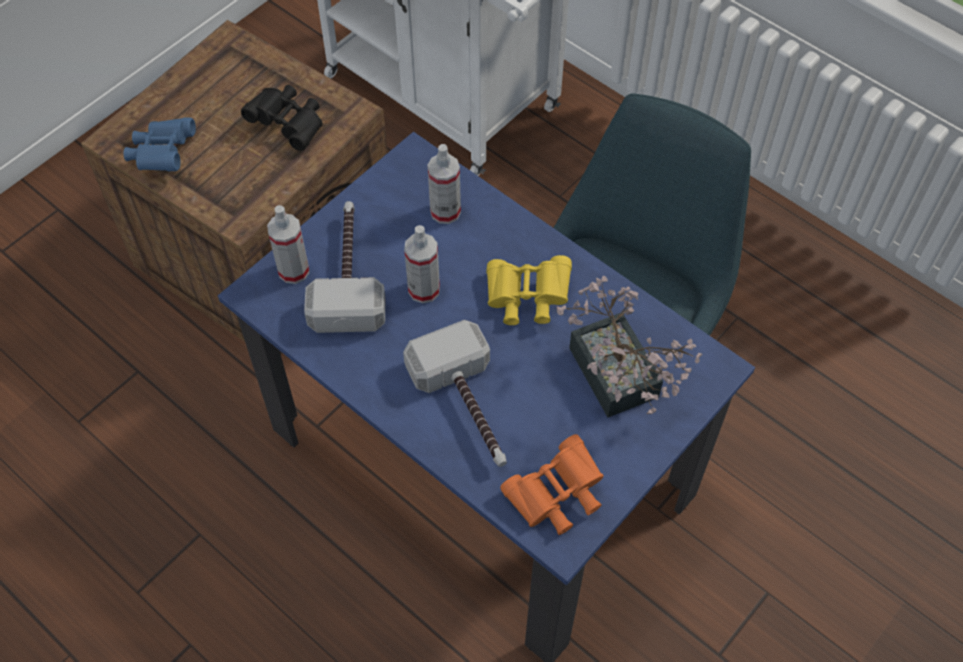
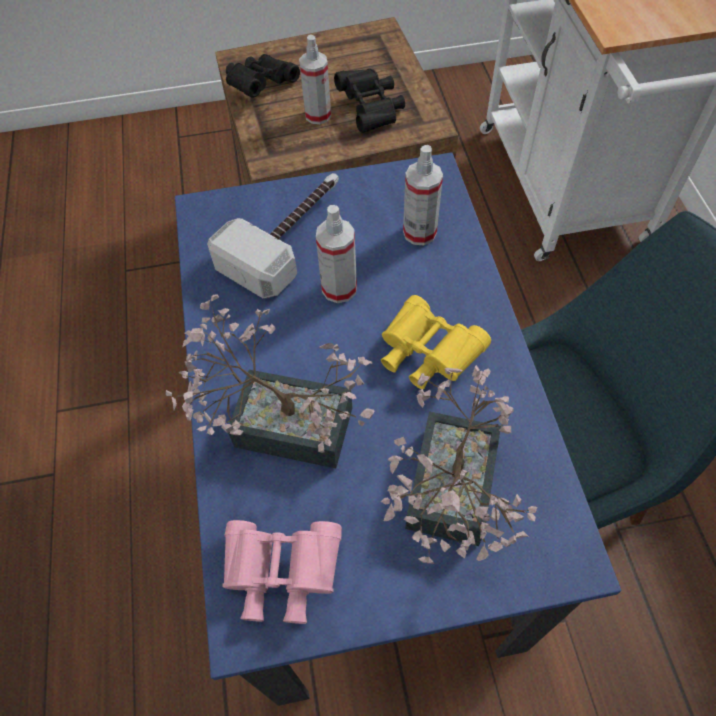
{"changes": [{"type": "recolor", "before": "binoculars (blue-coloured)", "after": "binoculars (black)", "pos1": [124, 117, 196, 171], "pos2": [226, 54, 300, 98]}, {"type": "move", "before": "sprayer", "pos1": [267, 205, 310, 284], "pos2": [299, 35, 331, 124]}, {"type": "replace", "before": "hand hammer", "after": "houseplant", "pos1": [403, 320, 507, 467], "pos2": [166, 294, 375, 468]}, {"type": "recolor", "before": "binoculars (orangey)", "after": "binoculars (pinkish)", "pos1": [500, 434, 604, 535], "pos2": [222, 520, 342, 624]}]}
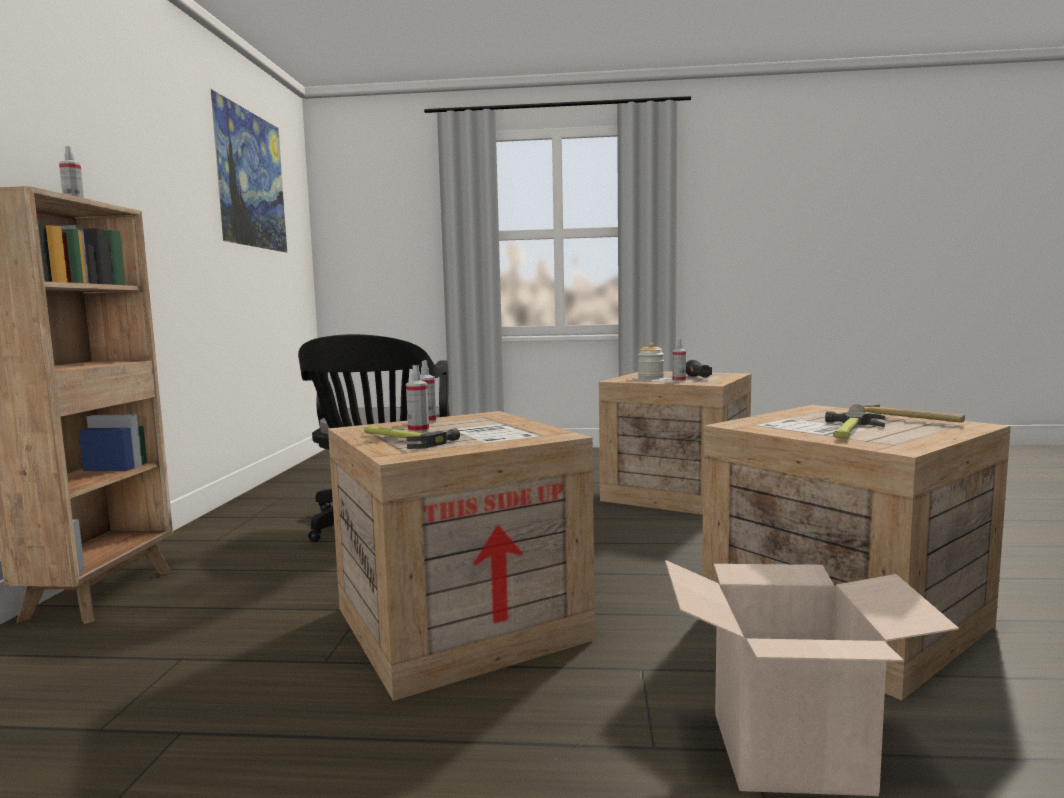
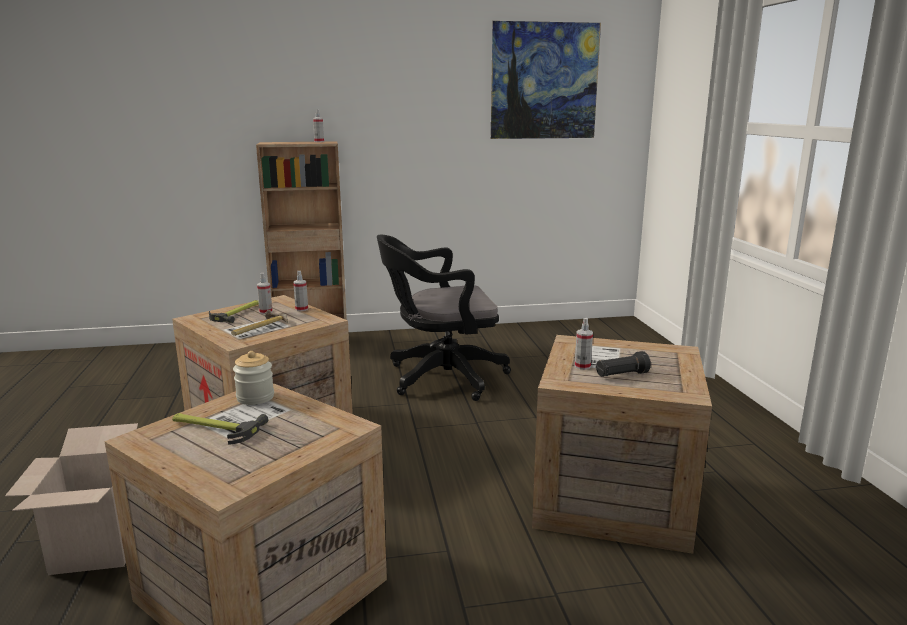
{"changes": [{"type": "move", "before": "preserve jar", "pos1": [638, 343, 664, 379], "pos2": [233, 351, 274, 405]}, {"type": "move", "before": "hand hammer", "pos1": [848, 404, 965, 423], "pos2": [231, 310, 288, 336]}]}
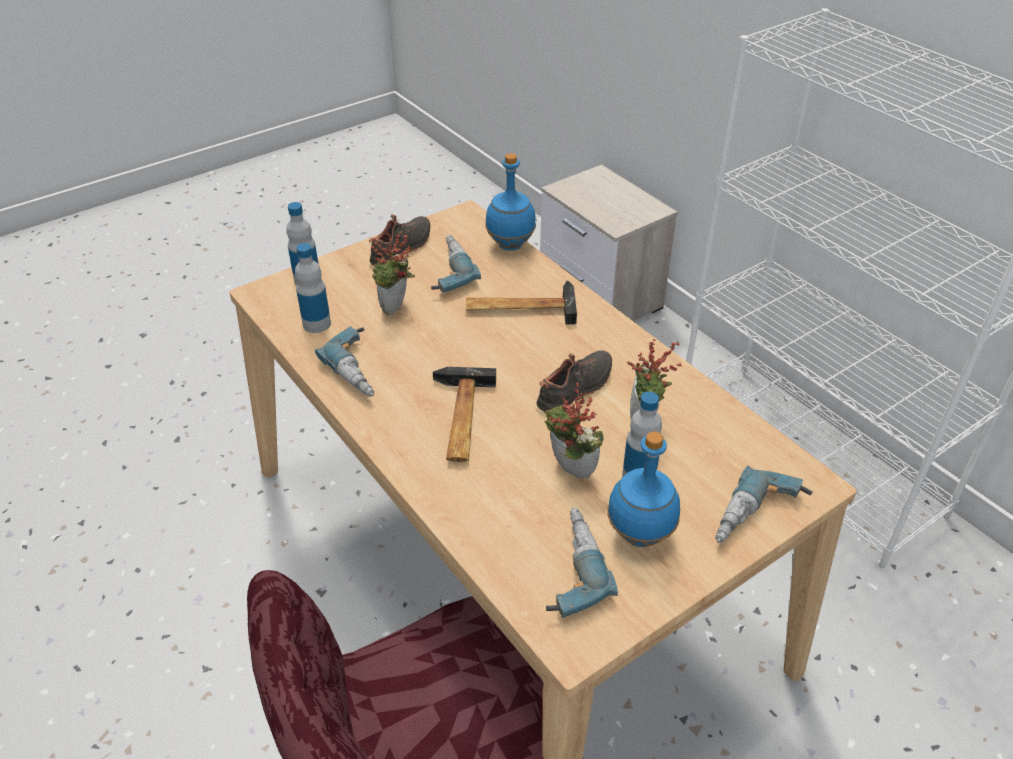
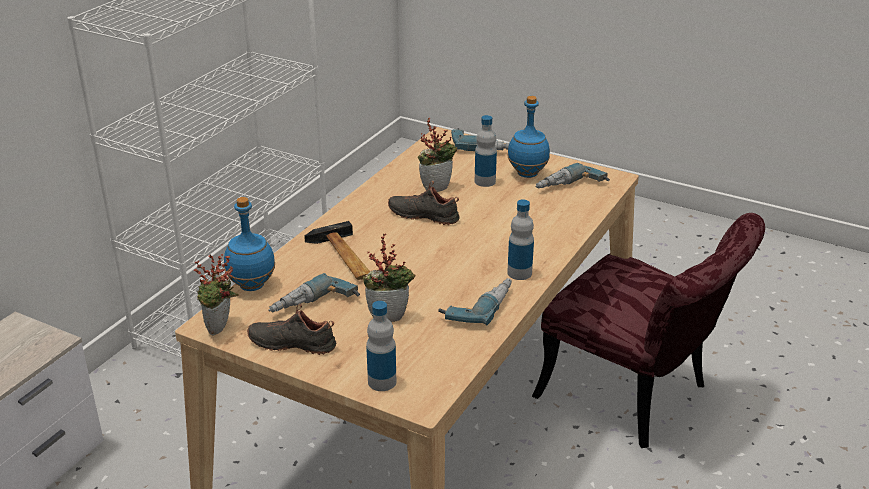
{"changes": [{"type": "move", "before": "drink bottle", "pos1": [295, 243, 331, 333], "pos2": [507, 199, 534, 280]}, {"type": "delete", "before": "hand hammer", "pos1": [433, 367, 496, 462]}, {"type": "move", "before": "houseplant", "pos1": [545, 382, 604, 478], "pos2": [194, 254, 239, 335]}]}
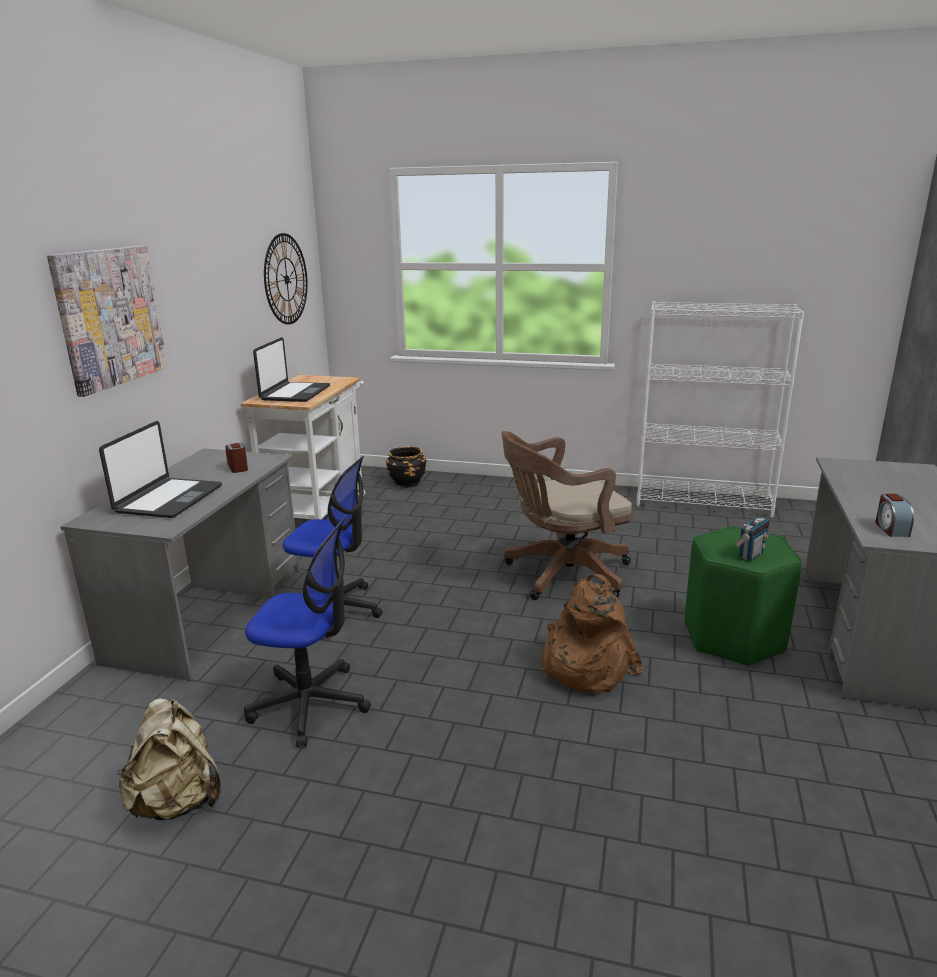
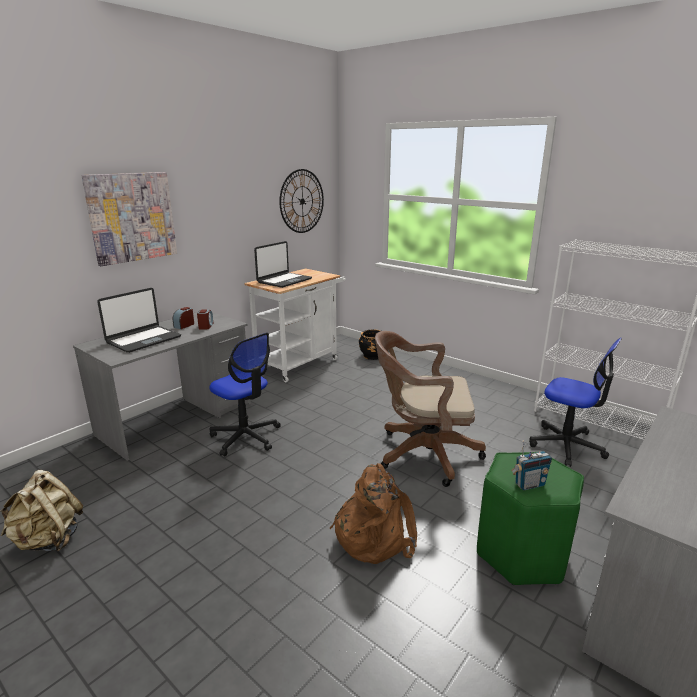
{"changes": [{"type": "move", "before": "alarm clock", "pos1": [875, 494, 914, 537], "pos2": [173, 307, 194, 329]}, {"type": "move", "before": "computer chair", "pos1": [244, 519, 371, 747], "pos2": [529, 338, 622, 467]}]}
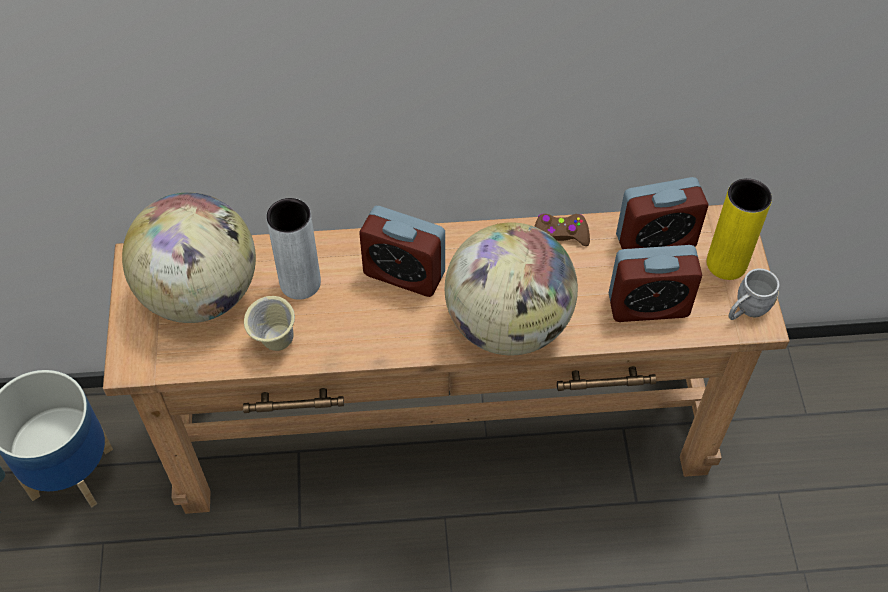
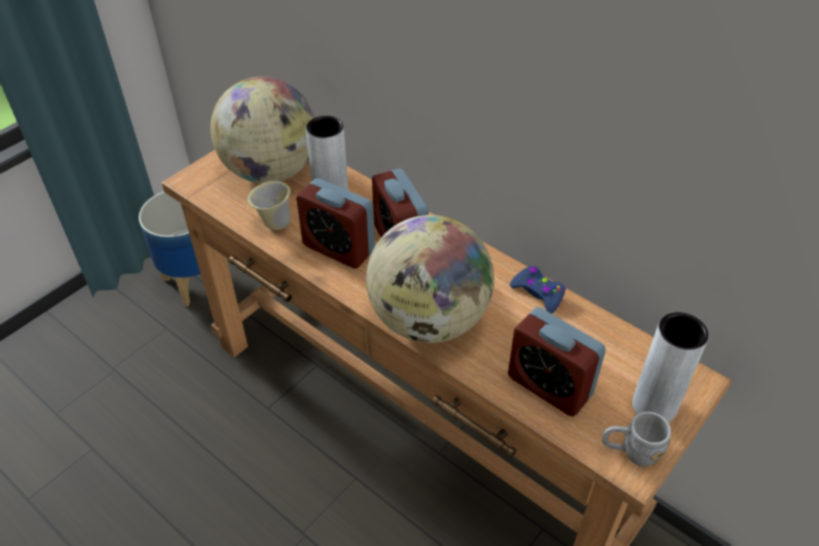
{"changes": [{"type": "move", "before": "alarm clock", "pos1": [616, 177, 708, 249], "pos2": [296, 178, 375, 269]}, {"type": "recolor", "before": "decorative vase (yellow)", "after": "decorative vase (greyish)", "pos1": [707, 178, 772, 280], "pos2": [632, 312, 709, 422]}, {"type": "recolor", "before": "gamepad (brown)", "after": "gamepad (blue-coloured)", "pos1": [534, 213, 590, 246], "pos2": [510, 266, 566, 314]}]}
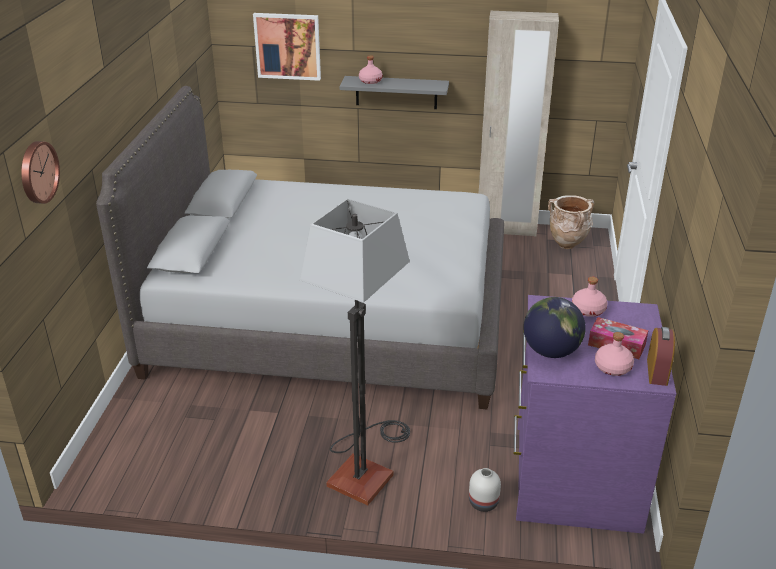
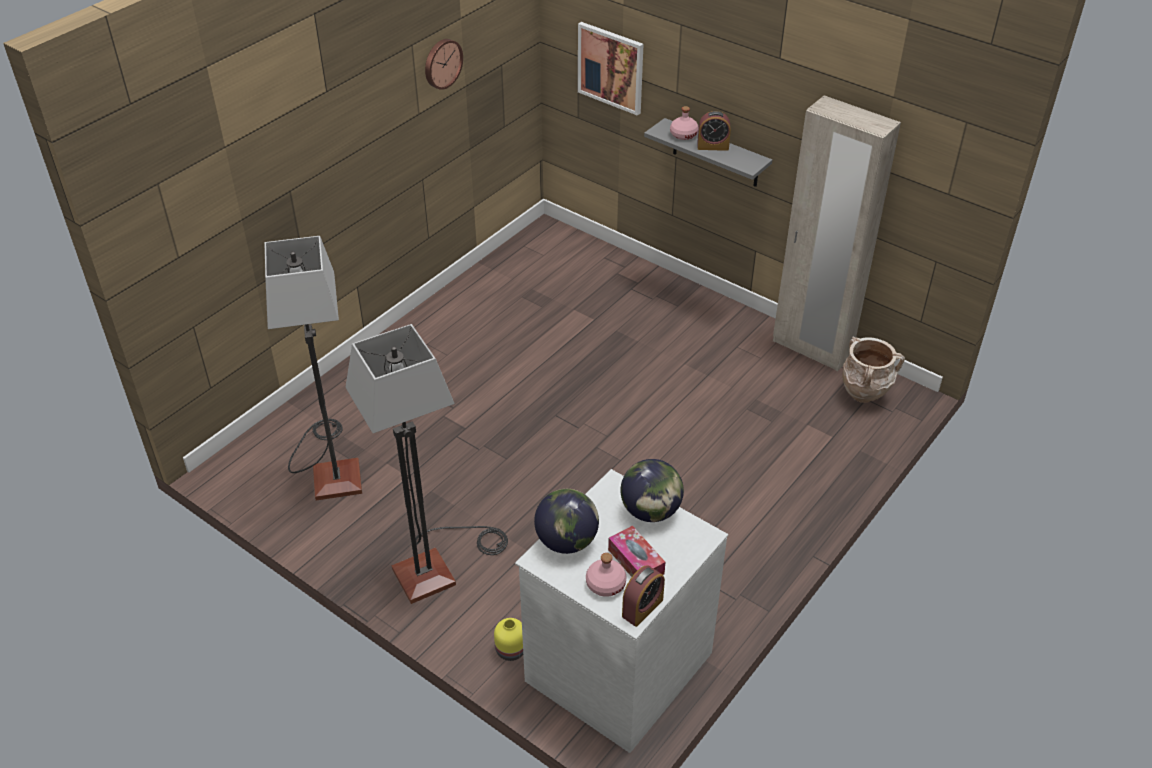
{"changes": [{"type": "delete", "before": "bed (greyish)", "pos1": [96, 86, 504, 409]}, {"type": "move", "before": "hanging clock", "pos1": [21, 141, 60, 204], "pos2": [425, 39, 463, 90]}, {"type": "replace", "before": "drink bottle (pinkish)", "after": "desk globe", "pos1": [572, 277, 608, 317], "pos2": [621, 459, 684, 522]}, {"type": "recolor", "before": "drawer chest (purplish)", "after": "drawer chest (white-coloured)", "pos1": [513, 295, 677, 534], "pos2": [515, 469, 728, 753]}, {"type": "recolor", "before": "decorative vase (white-coloured)", "after": "decorative vase (yellow)", "pos1": [469, 468, 501, 512], "pos2": [494, 618, 523, 661]}, {"type": "insert", "after": "alarm clock", "pos2": [697, 111, 731, 151]}, {"type": "insert", "after": "standard lamp", "pos2": [264, 236, 362, 501]}]}
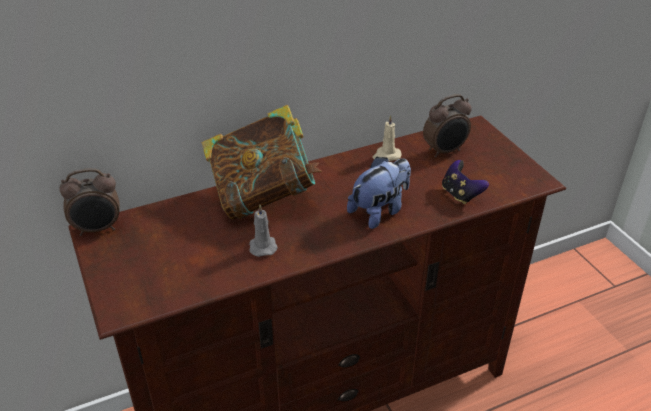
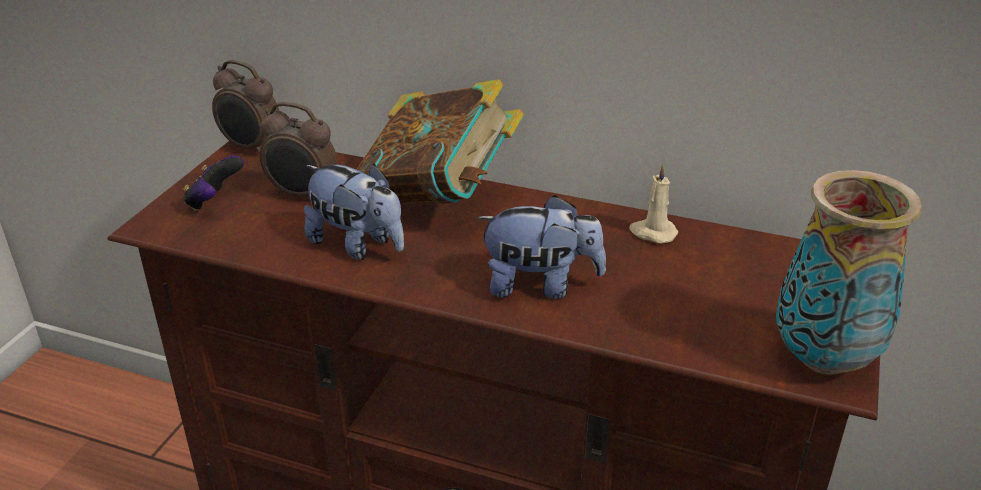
{"changes": [{"type": "move", "before": "alarm clock", "pos1": [423, 94, 472, 158], "pos2": [260, 102, 337, 197]}, {"type": "move", "before": "gamepad", "pos1": [442, 160, 489, 204], "pos2": [183, 155, 244, 211]}, {"type": "replace", "before": "wax candle (greyish)", "after": "soft toy", "pos1": [249, 204, 278, 257], "pos2": [304, 164, 404, 260]}, {"type": "insert", "after": "decorative vase", "pos2": [776, 170, 922, 375]}]}
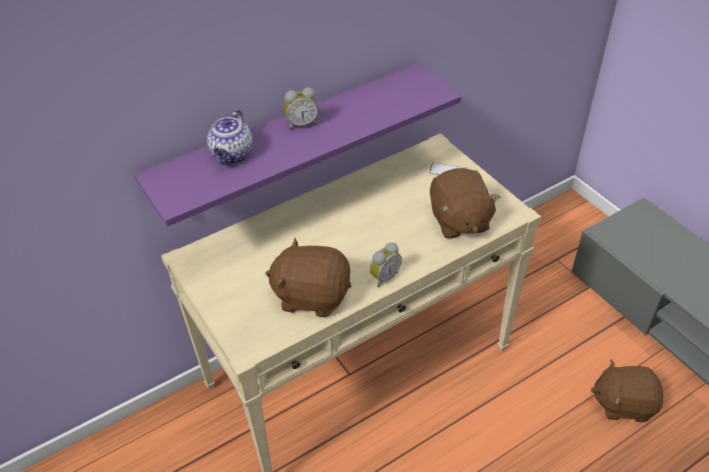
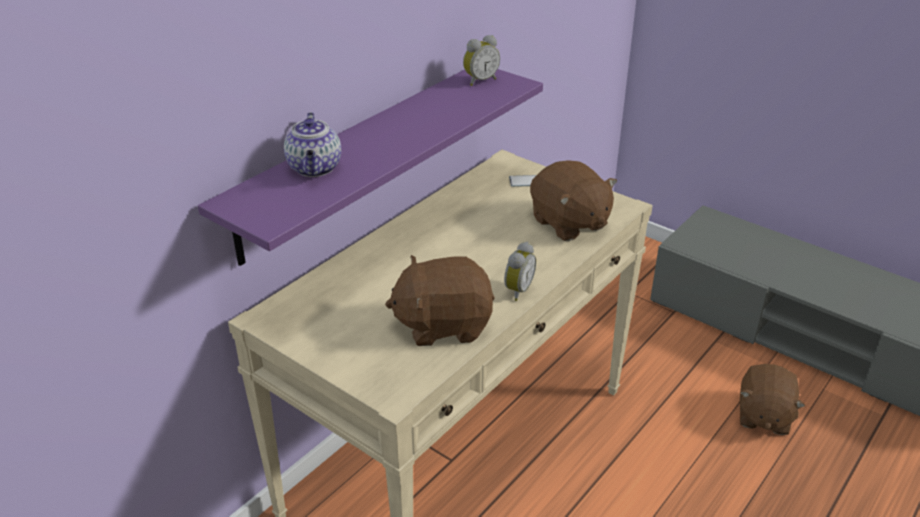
{"changes": [{"type": "move", "before": "alarm clock", "pos1": [284, 87, 319, 130], "pos2": [463, 35, 500, 86]}, {"type": "rotate", "before": "soft toy (brown)", "pos1": [591, 360, 663, 422], "pos2": [740, 364, 805, 435], "turn": -60}]}
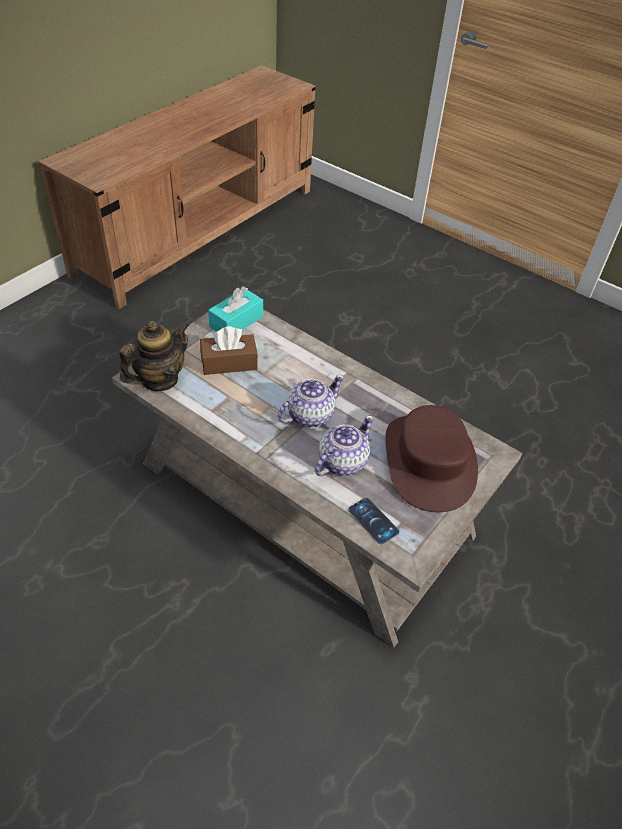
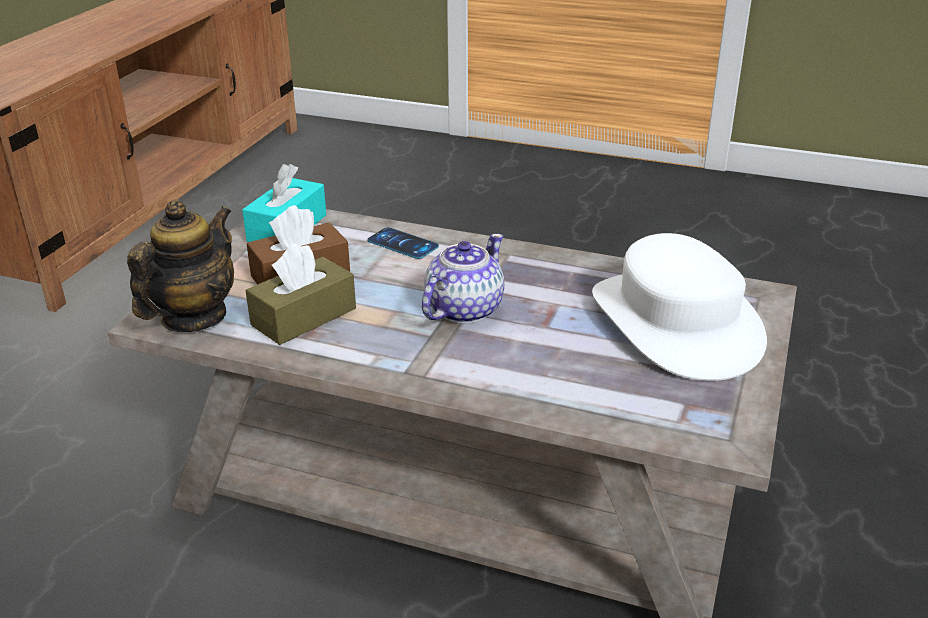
{"changes": [{"type": "recolor", "before": "hat (brown)", "after": "hat (white-coloured)", "pos1": [385, 405, 478, 512], "pos2": [592, 233, 767, 381]}, {"type": "delete", "before": "pot for tea", "pos1": [315, 415, 374, 476]}, {"type": "move", "before": "telephone", "pos1": [348, 498, 399, 545], "pos2": [367, 227, 439, 259]}, {"type": "insert", "after": "tissue holder (brown)", "pos2": [246, 243, 356, 345]}]}
